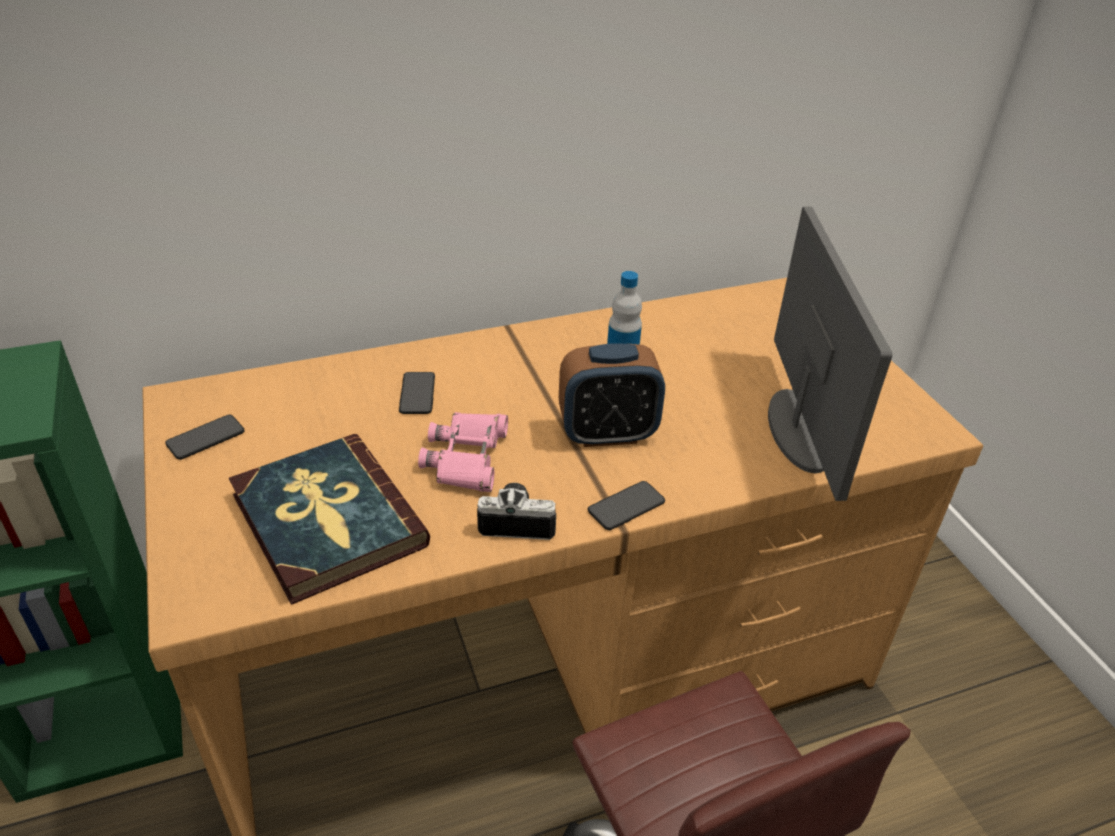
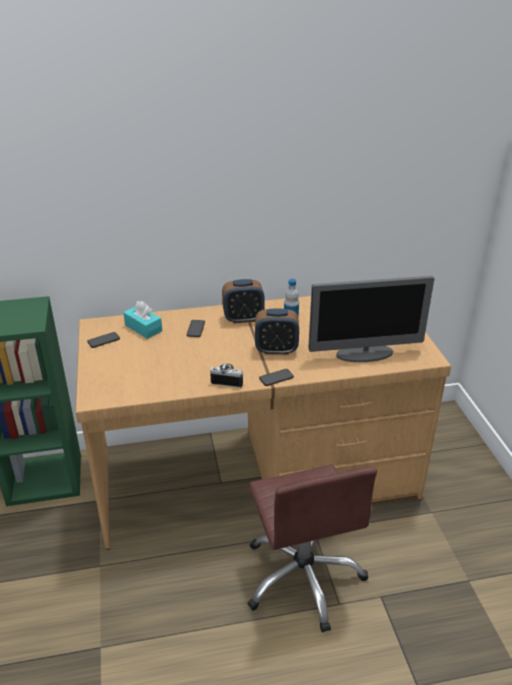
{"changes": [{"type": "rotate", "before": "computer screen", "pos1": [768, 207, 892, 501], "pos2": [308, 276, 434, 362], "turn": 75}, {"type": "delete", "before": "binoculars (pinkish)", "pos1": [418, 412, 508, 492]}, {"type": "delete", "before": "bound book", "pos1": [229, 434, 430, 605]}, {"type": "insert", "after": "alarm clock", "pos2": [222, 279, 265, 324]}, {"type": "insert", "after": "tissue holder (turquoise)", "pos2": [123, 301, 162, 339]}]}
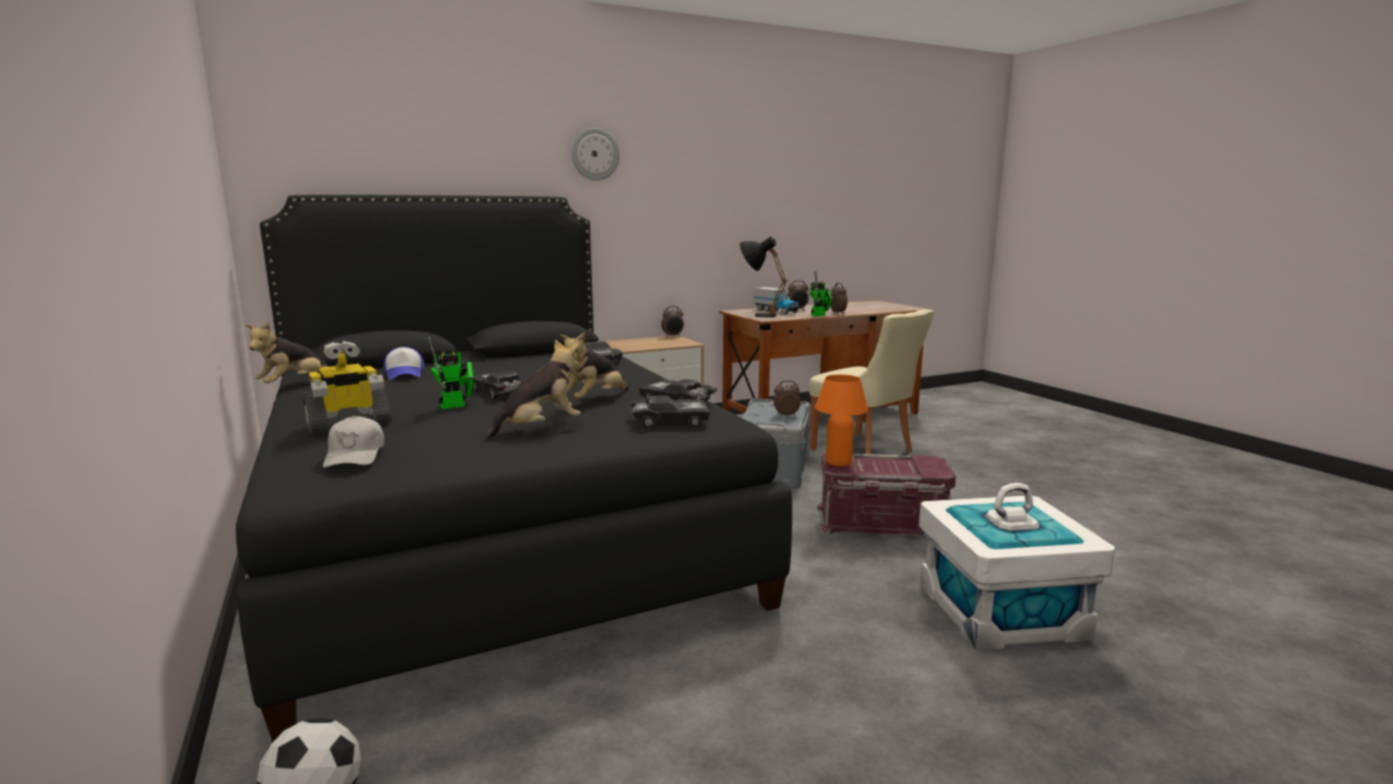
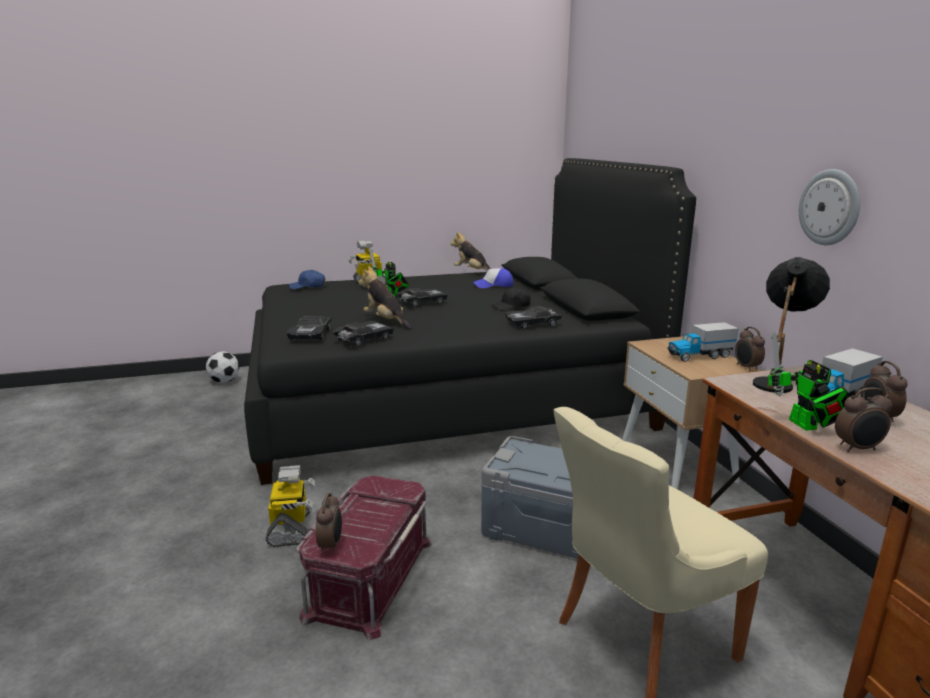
{"changes": [{"type": "move", "before": "hanging clock", "pos1": [571, 128, 619, 181], "pos2": [799, 169, 860, 245]}, {"type": "delete", "before": "soft toy", "pos1": [484, 340, 581, 441]}, {"type": "delete", "before": "tabletop lamp (orangey)", "pos1": [815, 375, 868, 467]}, {"type": "move", "before": "alarm clock", "pos1": [773, 380, 801, 417], "pos2": [316, 493, 342, 554]}, {"type": "recolor", "before": "peaked cap (white-coloured)", "after": "peaked cap (blue-coloured)", "pos1": [323, 416, 384, 468], "pos2": [289, 270, 325, 289]}, {"type": "delete", "before": "storage box (white-coloured)", "pos1": [919, 483, 1115, 650]}, {"type": "insert", "after": "peaked cap (black)", "pos2": [492, 287, 531, 311]}, {"type": "insert", "after": "model truck", "pos2": [667, 322, 739, 362]}, {"type": "insert", "after": "toy robot", "pos2": [266, 465, 315, 547]}]}
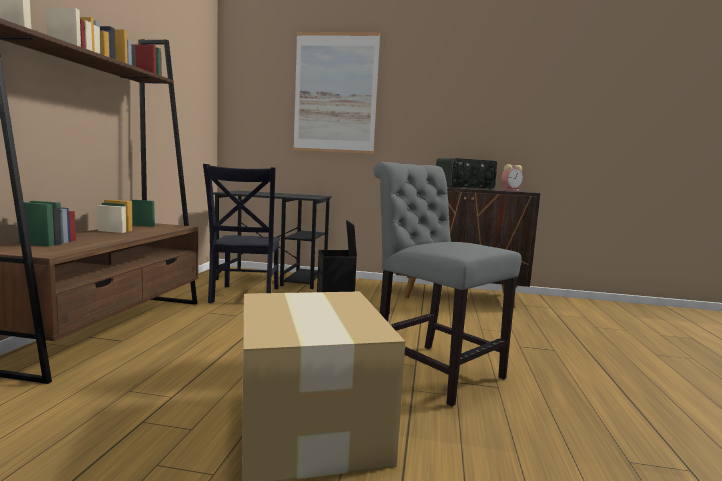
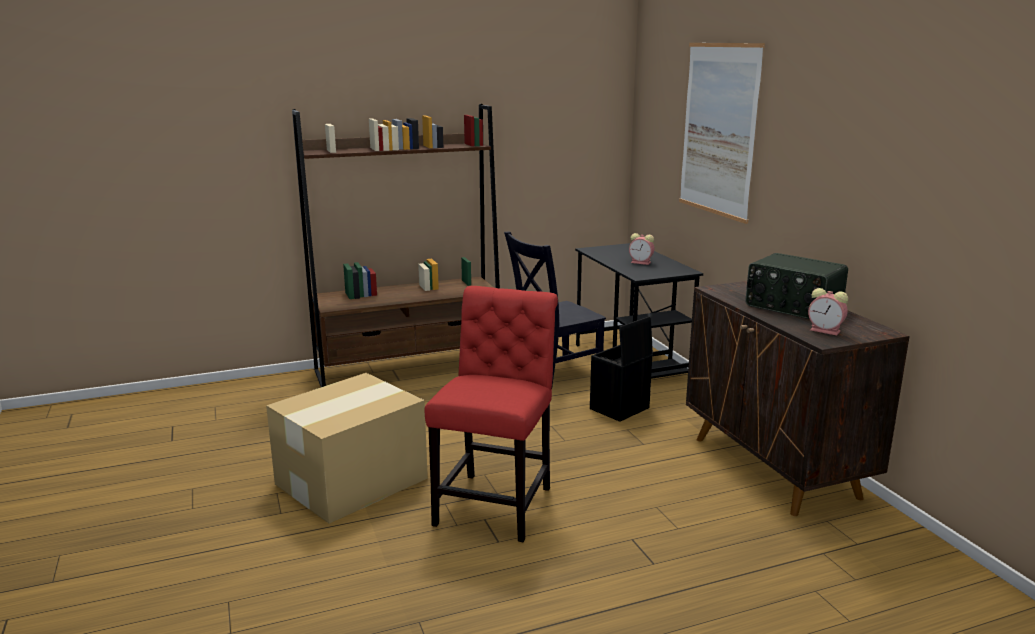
{"changes": [{"type": "recolor", "before": "plain chair (greyish)", "after": "plain chair (red)", "pos1": [373, 162, 522, 407], "pos2": [424, 286, 558, 542]}, {"type": "insert", "after": "alarm clock", "pos2": [629, 233, 654, 265]}]}
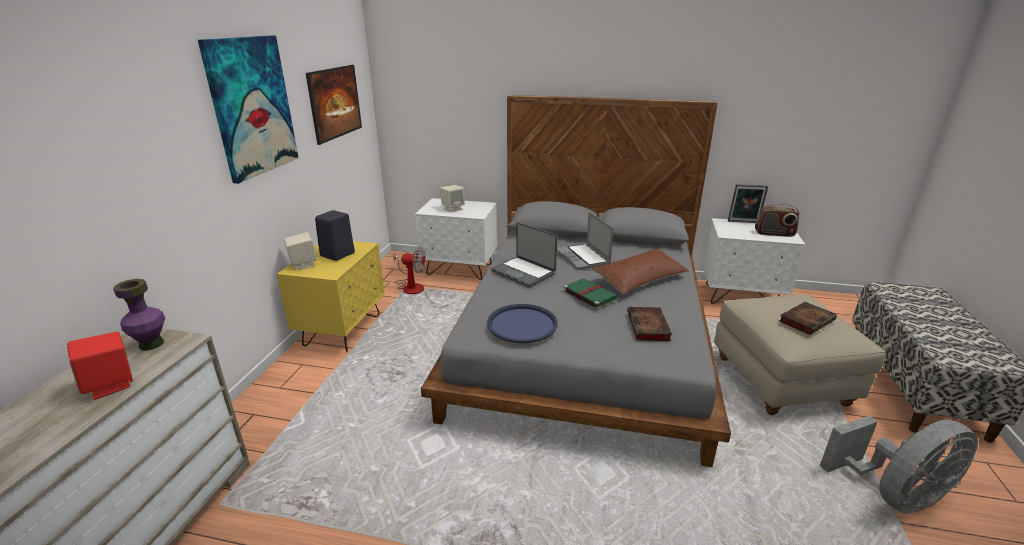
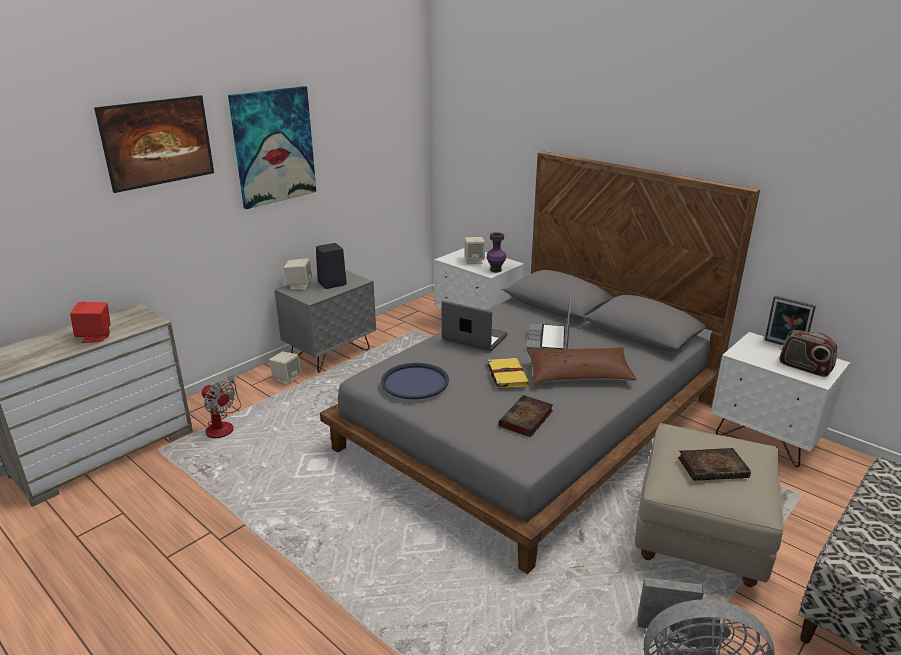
{"changes": [{"type": "move", "before": "picture", "pos1": [306, 65, 362, 145], "pos2": [94, 95, 214, 193]}, {"type": "rotate", "before": "laptop", "pos1": [491, 222, 558, 287], "pos2": [442, 301, 508, 352], "turn": 135}, {"type": "recolor", "before": "nightstand (yellow)", "after": "nightstand (greyish)", "pos1": [277, 241, 385, 352], "pos2": [274, 270, 376, 373]}, {"type": "move", "before": "fan", "pos1": [393, 247, 426, 294], "pos2": [202, 375, 241, 438]}, {"type": "recolor", "before": "bound book (green-coloured)", "after": "bound book (yellow)", "pos1": [563, 278, 618, 309], "pos2": [487, 358, 530, 389]}, {"type": "move", "before": "decorative vase (purplish)", "pos1": [113, 279, 165, 351], "pos2": [487, 232, 506, 272]}, {"type": "insert", "after": "loudspeaker (beige-coloured)", "pos2": [269, 352, 301, 385]}]}
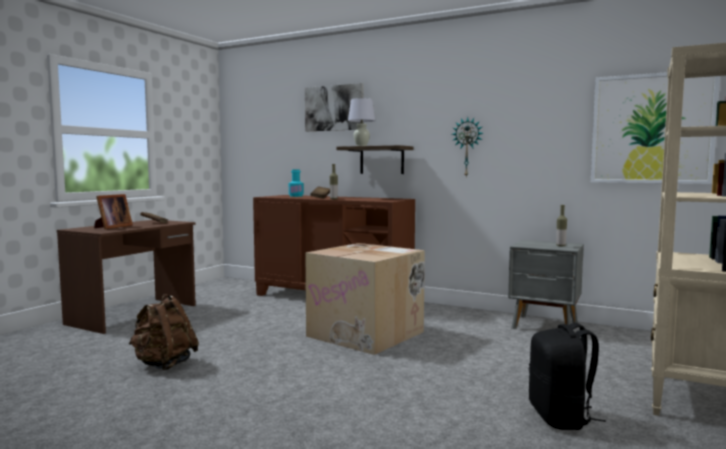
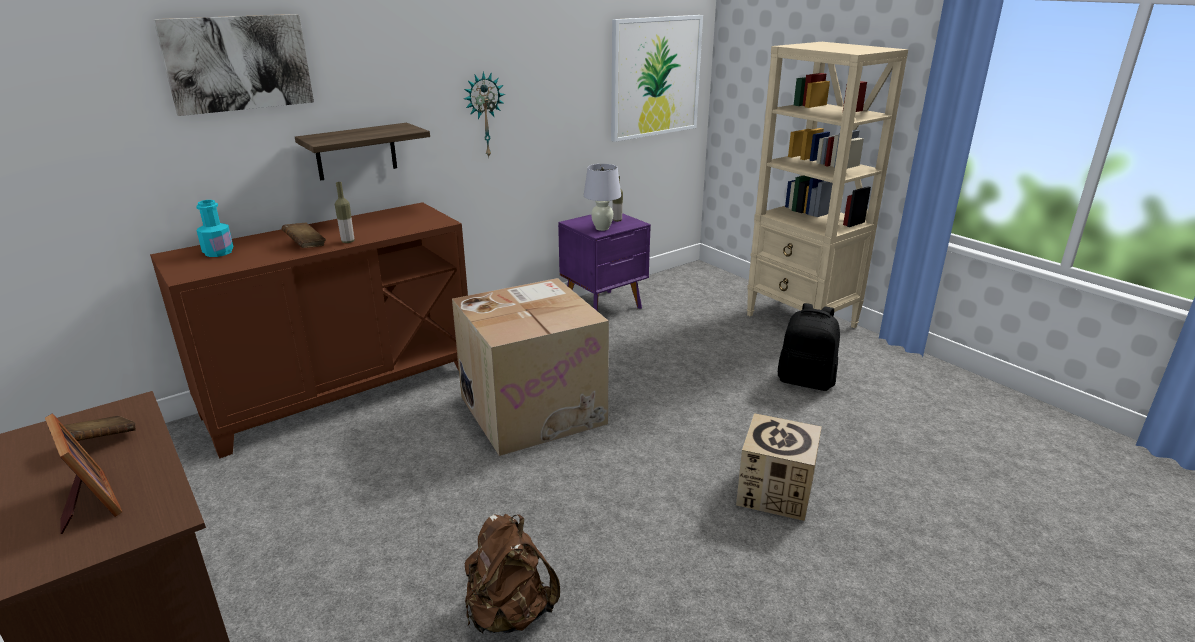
{"changes": [{"type": "move", "before": "tabletop lamp (white-coloured)", "pos1": [348, 98, 375, 146], "pos2": [584, 164, 621, 231]}, {"type": "recolor", "before": "nightstand (greyish)", "after": "nightstand (purplish)", "pos1": [508, 240, 584, 329], "pos2": [558, 209, 651, 311]}, {"type": "insert", "after": "carton", "pos2": [736, 413, 822, 521]}]}
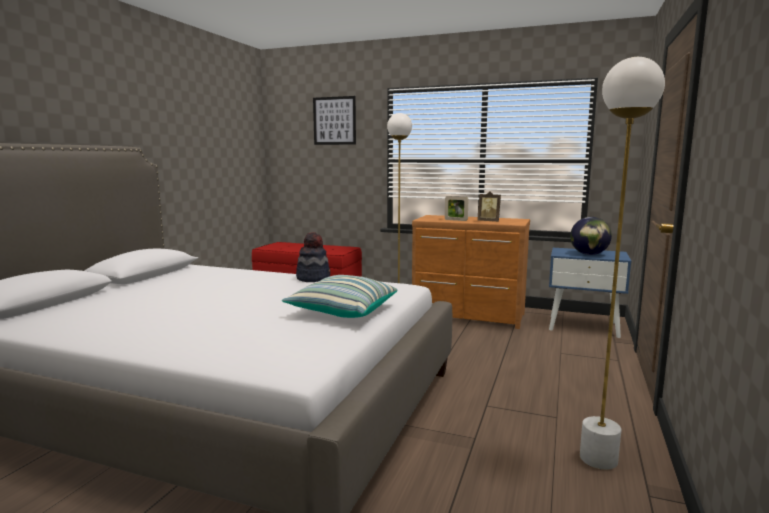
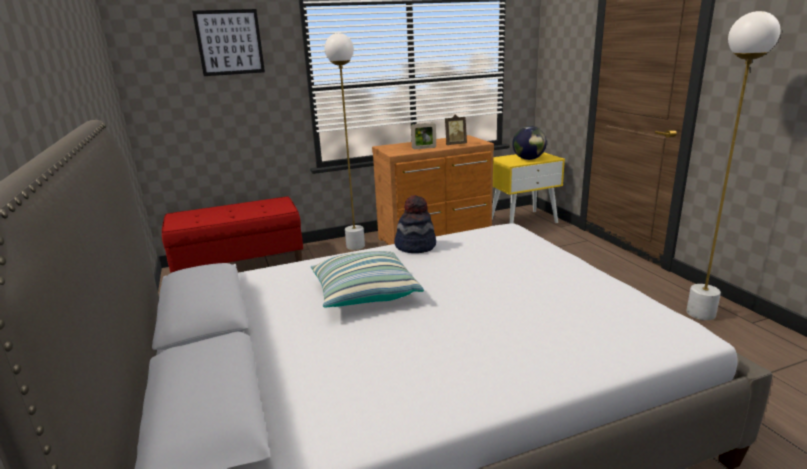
{"changes": [{"type": "recolor", "before": "nightstand (blue-coloured)", "after": "nightstand (yellow)", "pos1": [549, 248, 631, 338], "pos2": [492, 152, 565, 224]}, {"type": "move", "before": "pillow", "pos1": [282, 275, 397, 318], "pos2": [310, 251, 424, 308]}]}
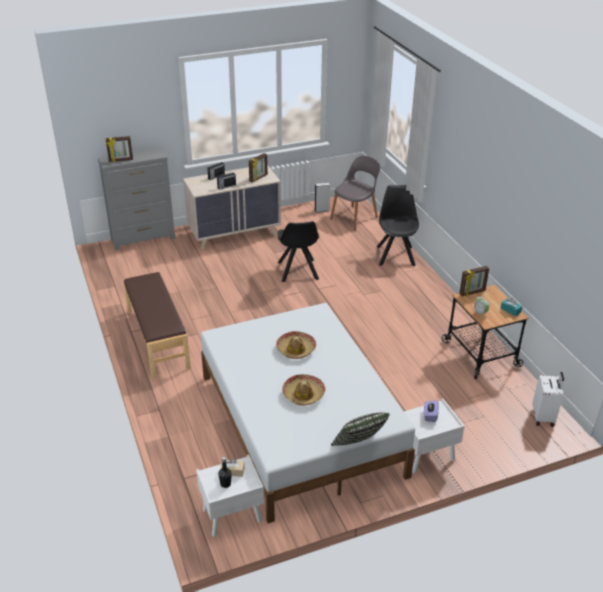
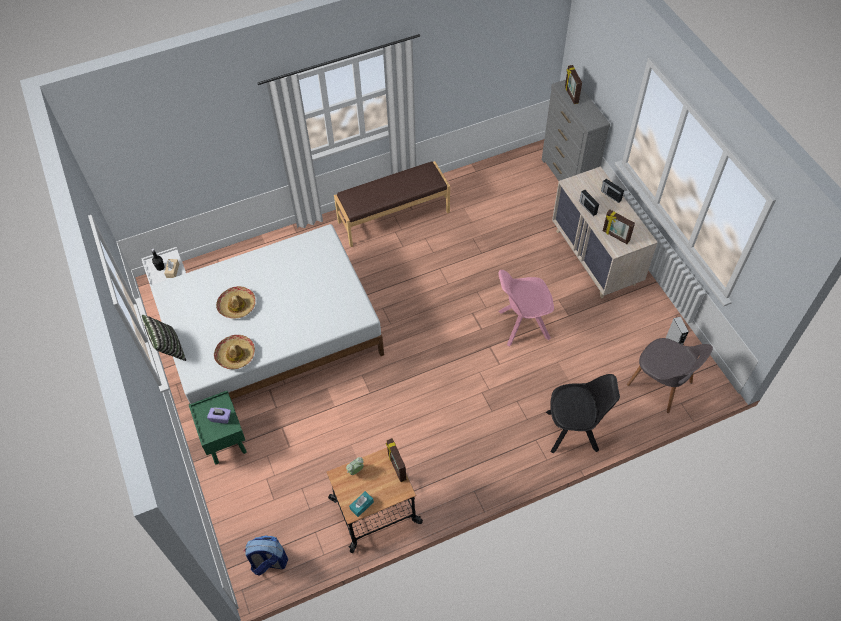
{"changes": [{"type": "recolor", "before": "plain chair (black)", "after": "plain chair (pinkish)", "pos1": [278, 221, 319, 282], "pos2": [498, 270, 554, 346]}, {"type": "move", "before": "hat", "pos1": [276, 331, 316, 359], "pos2": [214, 335, 255, 369]}, {"type": "replace", "before": "piece of luggage (white-coloured)", "after": "knapsack", "pos1": [532, 372, 564, 427], "pos2": [244, 535, 288, 576]}, {"type": "recolor", "before": "nightstand (white-coloured)", "after": "nightstand (green-coloured)", "pos1": [404, 399, 465, 474], "pos2": [189, 391, 247, 465]}]}
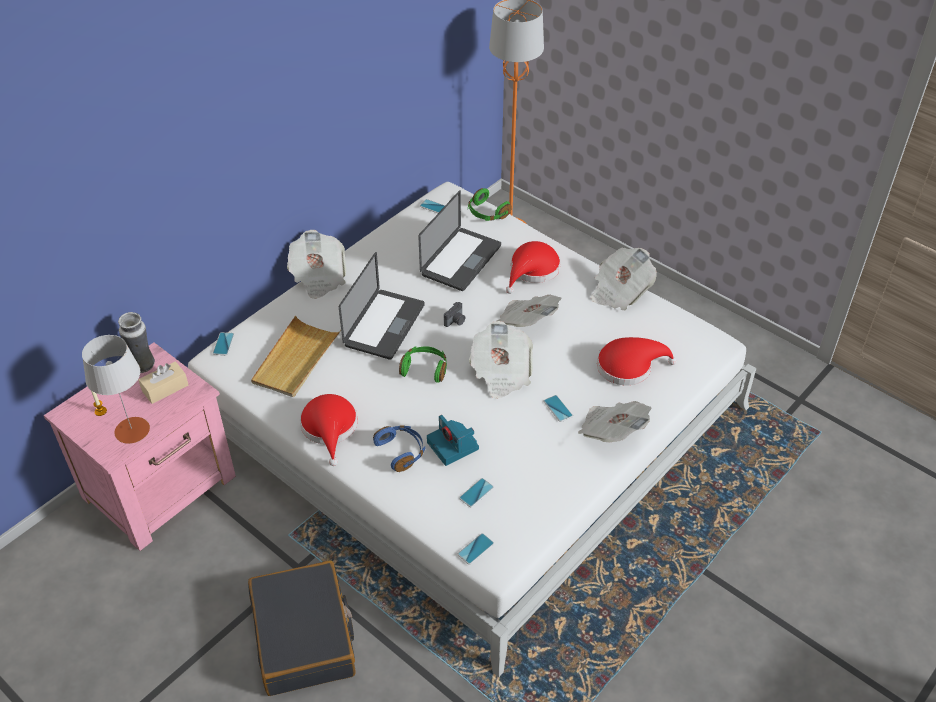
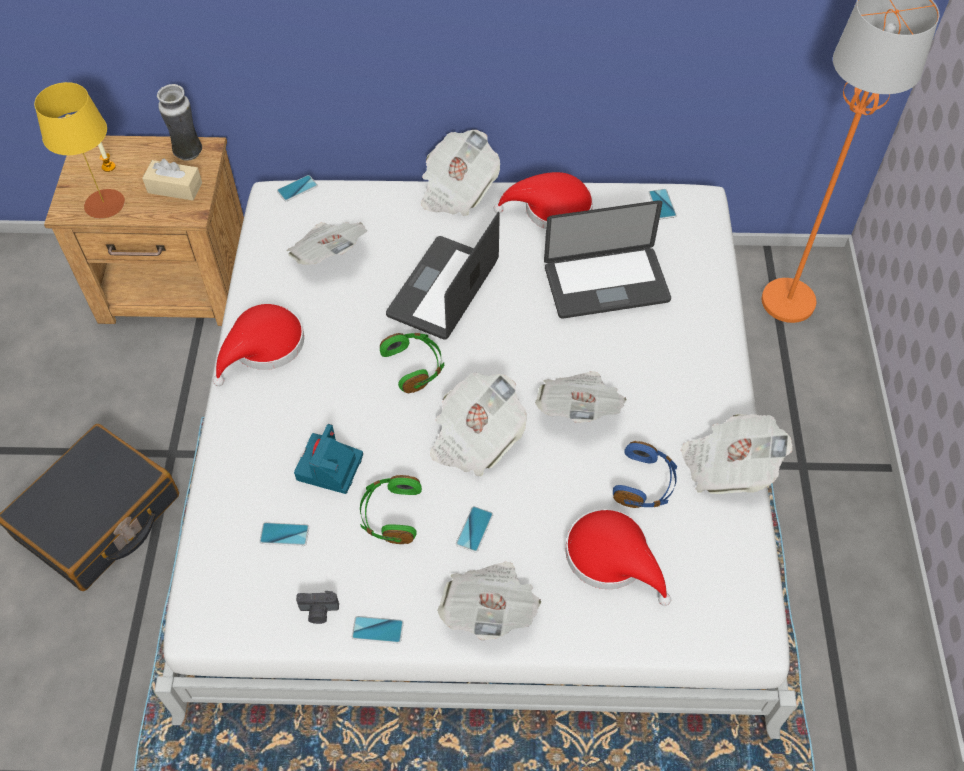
{"changes": [{"type": "move", "before": "headphones (green-coloured)", "pos1": [468, 188, 512, 221], "pos2": [360, 475, 422, 544]}, {"type": "move", "before": "hat (red)", "pos1": [506, 241, 561, 294], "pos2": [494, 172, 593, 229]}, {"type": "rotate", "before": "laptop", "pos1": [339, 252, 425, 360], "pos2": [386, 212, 500, 340], "turn": 135}, {"type": "move", "before": "still camera", "pos1": [444, 302, 466, 327], "pos2": [296, 591, 339, 624]}, {"type": "replace", "before": "carrying tray (beige-coloured)", "after": "daily paper", "pos1": [251, 316, 341, 398], "pos2": [286, 222, 368, 265]}, {"type": "recolor", "before": "tabletop lamp (greyish)", "after": "tabletop lamp (yellow)", "pos1": [82, 335, 150, 444], "pos2": [34, 82, 125, 219]}, {"type": "recolor", "before": "nightstand (pinkish)", "after": "nightstand (brown)", "pos1": [44, 342, 236, 551], "pos2": [44, 136, 244, 326]}, {"type": "move", "before": "headphones (blue-coloured)", "pos1": [373, 425, 425, 472], "pos2": [613, 441, 677, 508]}, {"type": "move", "before": "telephone", "pos1": [457, 533, 494, 565], "pos2": [352, 616, 404, 644]}]}
